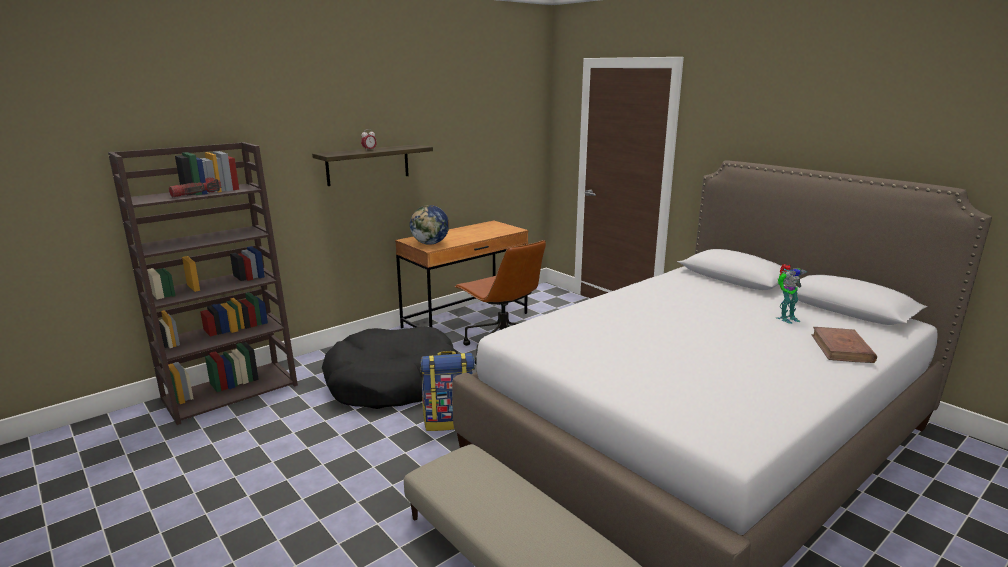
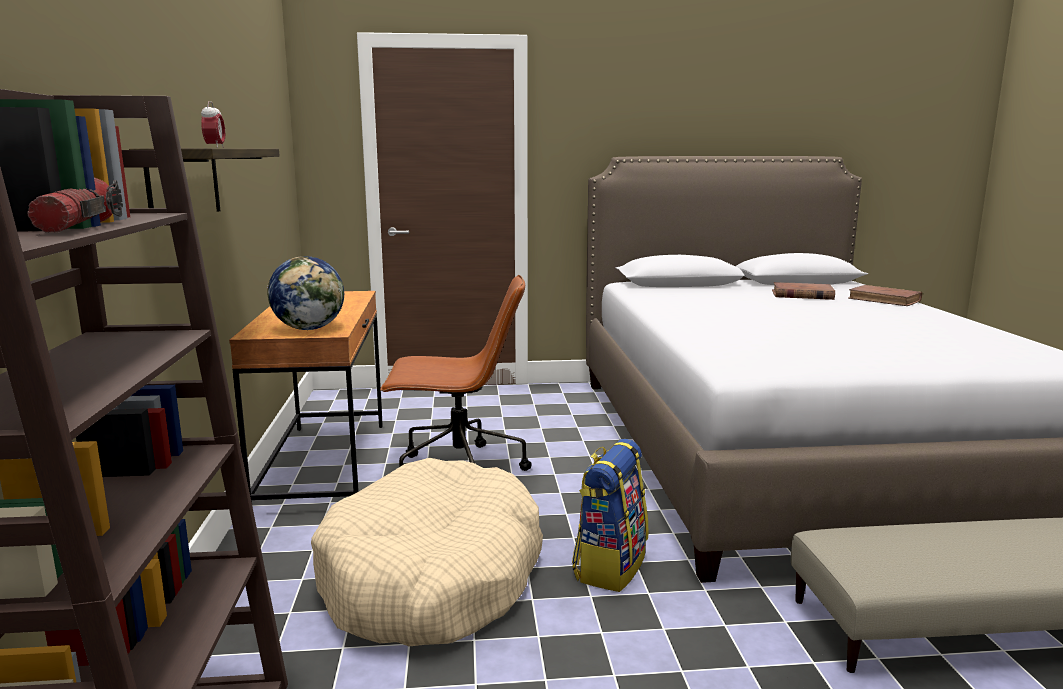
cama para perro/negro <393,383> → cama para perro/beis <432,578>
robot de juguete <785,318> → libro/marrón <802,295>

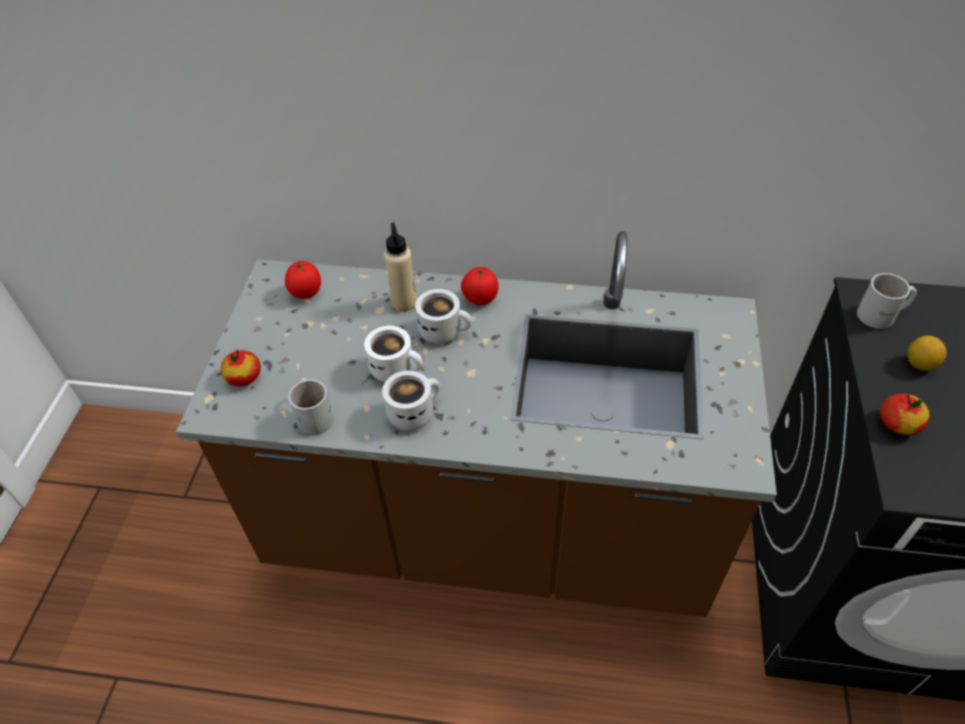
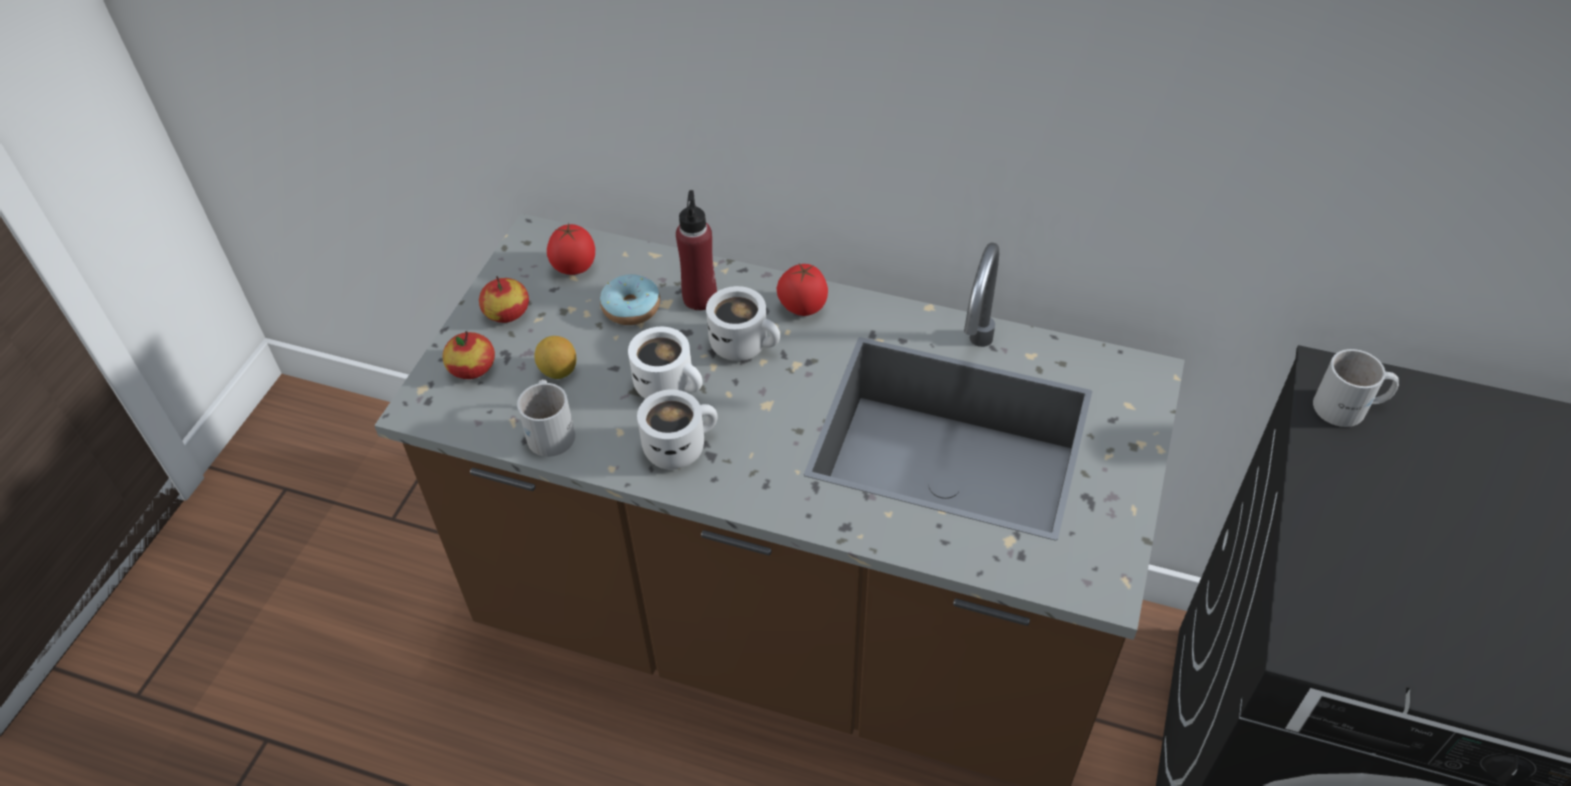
botella/beis <404,302> → botella/rojo <700,298>
manzana <898,424> → manzana <507,312>, move
limón <919,364> → limón <558,371>, move
- → rosquilla <631,308>

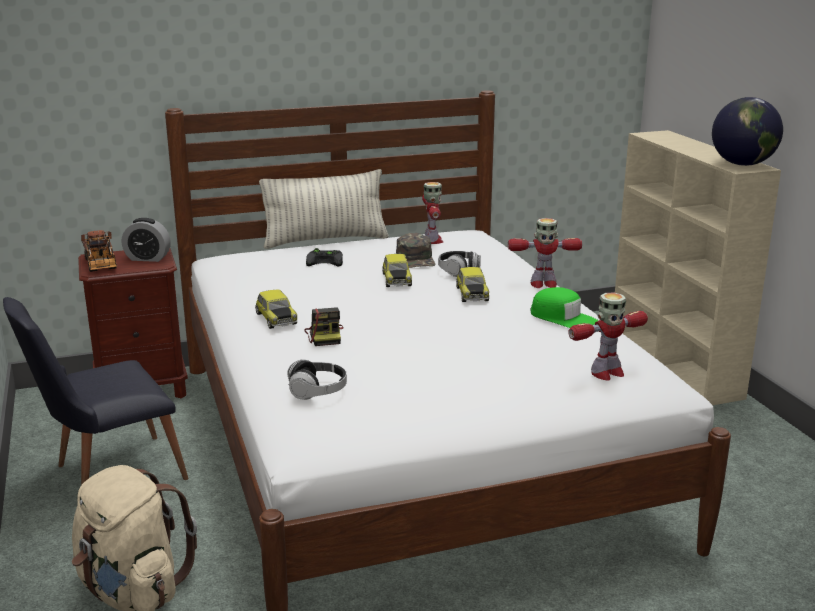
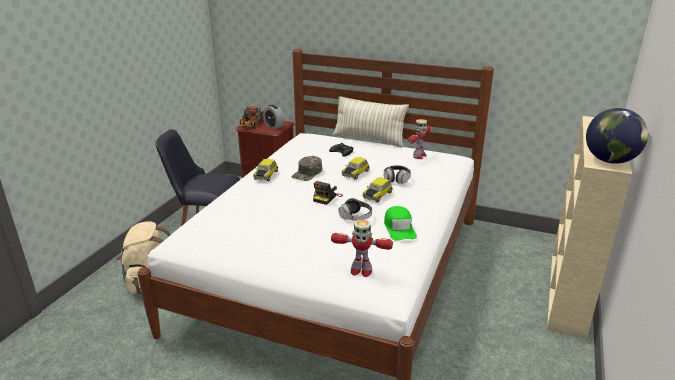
auriculares <317,391> → auriculares <356,217>, move
cámara <325,336> → cámara <327,198>, move
gorra/verde <416,259> → gorra/verde <307,173>, move
robot de juguete <543,284> → -

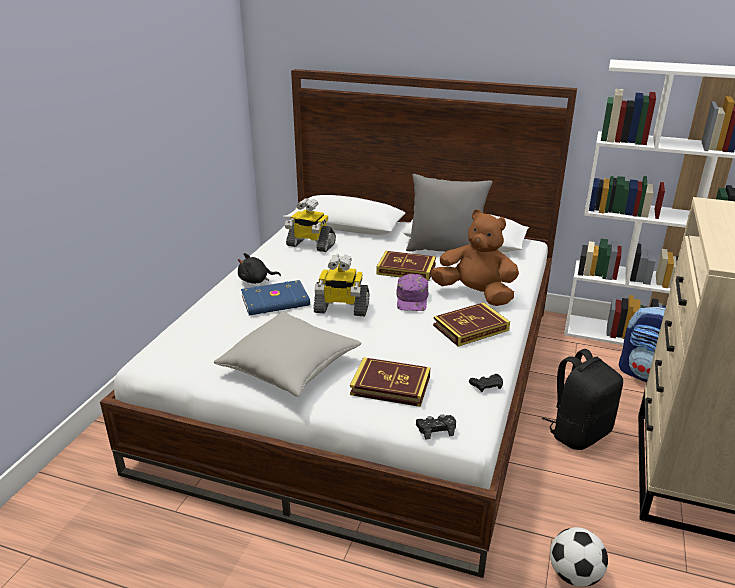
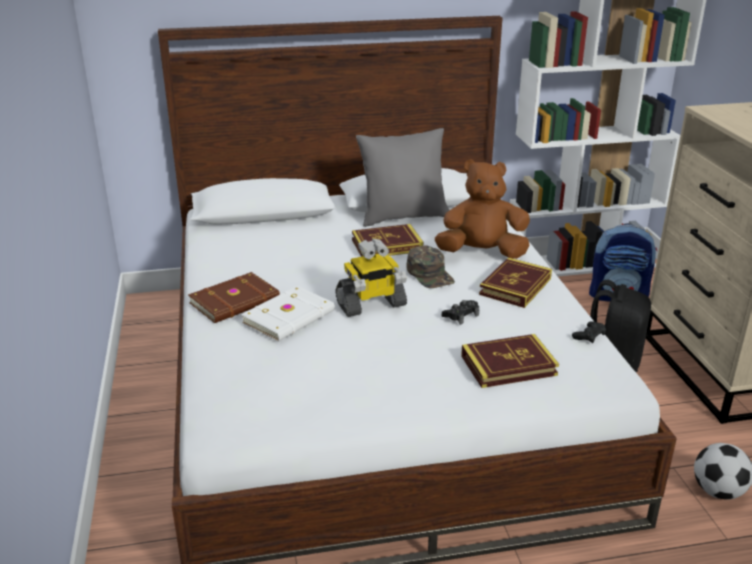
cojín/gris <290,367> → -
peluche/negro <256,280> → libro/marrón <236,301>
libro/azul <276,301> → libro/blanco <290,317>
robot de juguete <310,245> → -
gorra/morado <412,299> → gorra/verde <430,274>
mando de consola/negro <436,429> → mando de consola/negro <461,315>, move

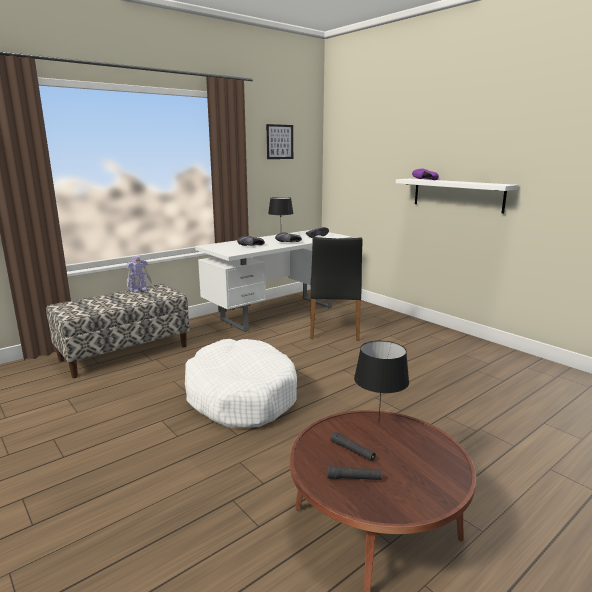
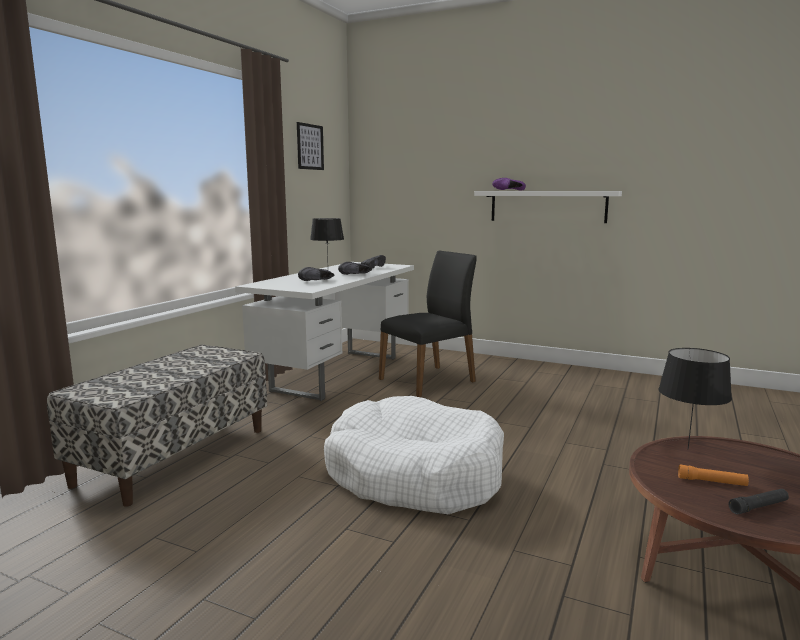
robot de juguete <139,290> → -
silla/negro <334,329> → silla/negro <429,380>, 105 degrees counterclockwise
linterna/negro <352,451> → linterna/naranja <712,482>

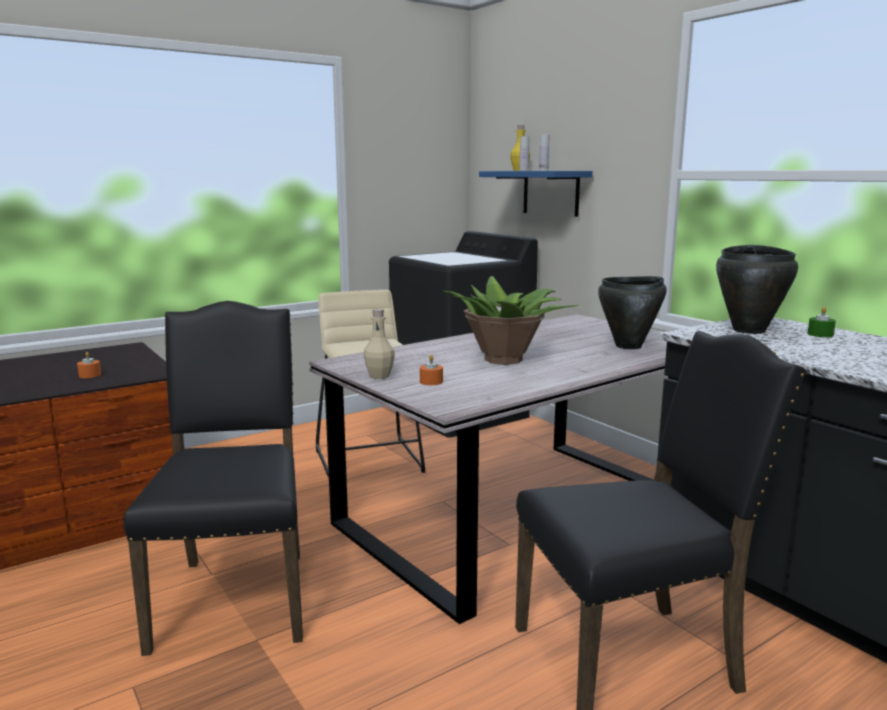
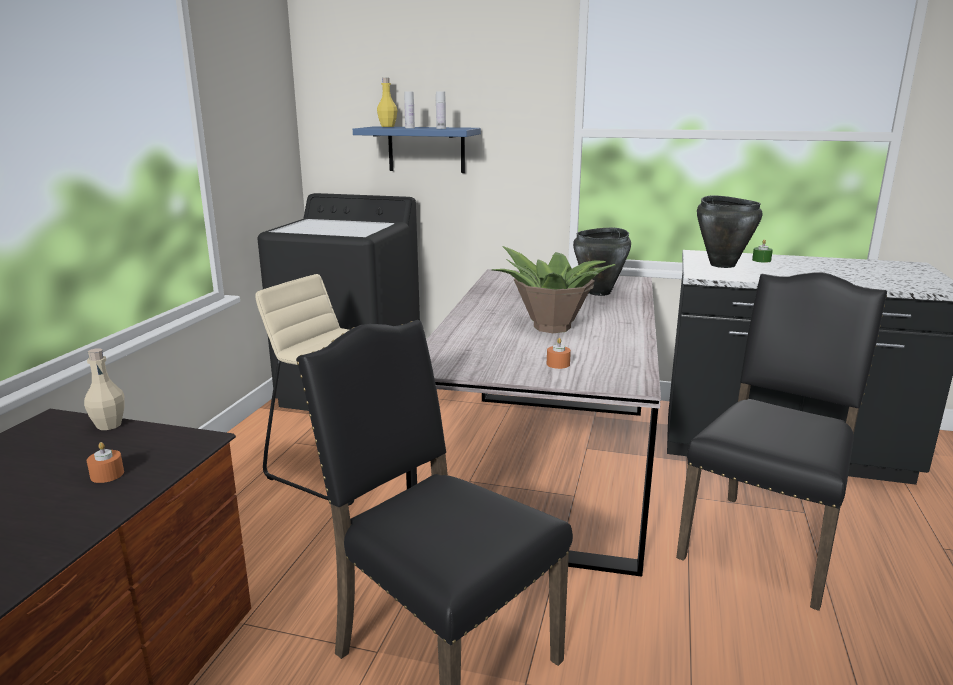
botella/beis <379,376> → botella/beis <109,425>, move

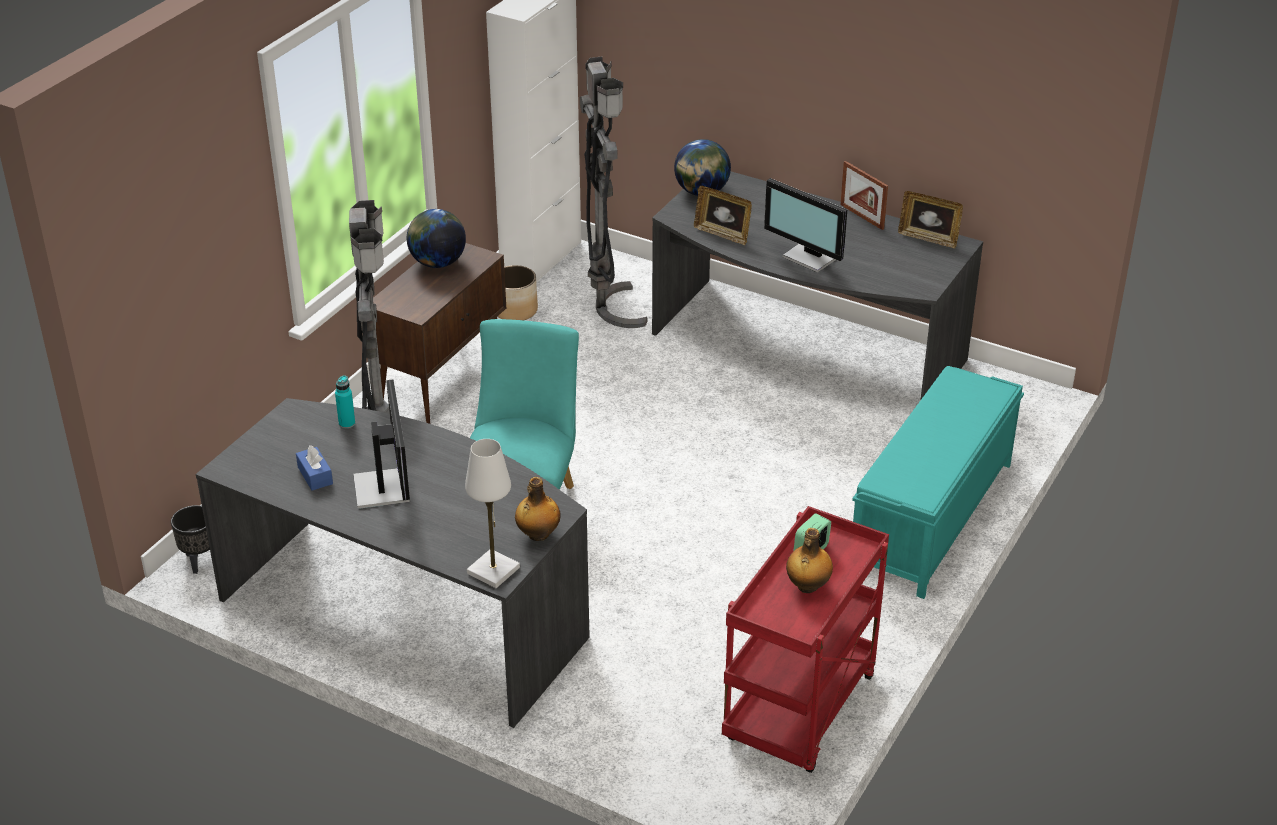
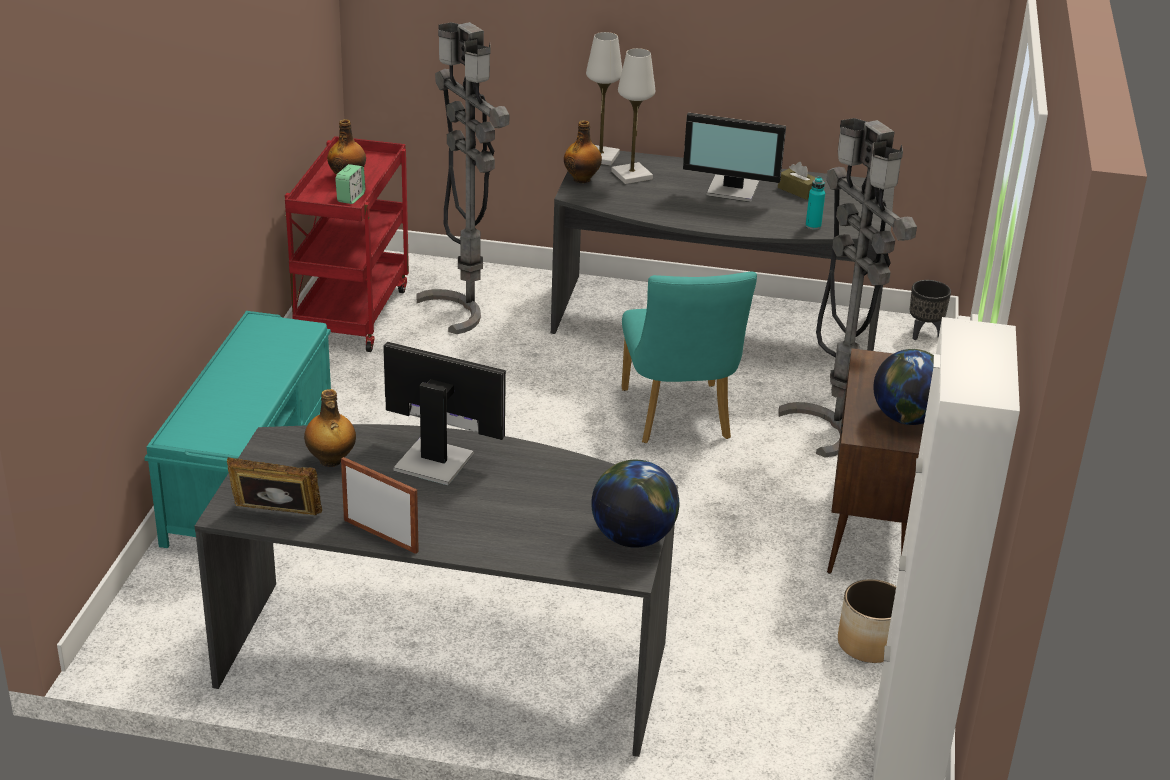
caja de pañuelos/azul <315,475> → caja de pañuelos/marrón <798,191>
monitor <384,488> → monitor <733,190>, 45 degrees counterclockwise
lámpara de pie/gris <606,310> → lámpara de pie/gris <465,308>, move
portarretratos <722,234> → -
- → botella <331,461>
- → lámpara de mesa/blanco <632,175>

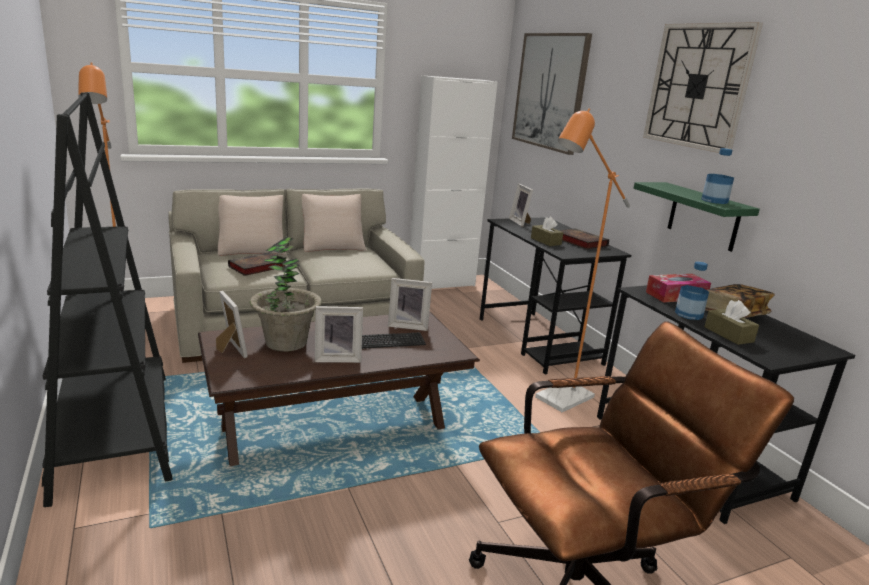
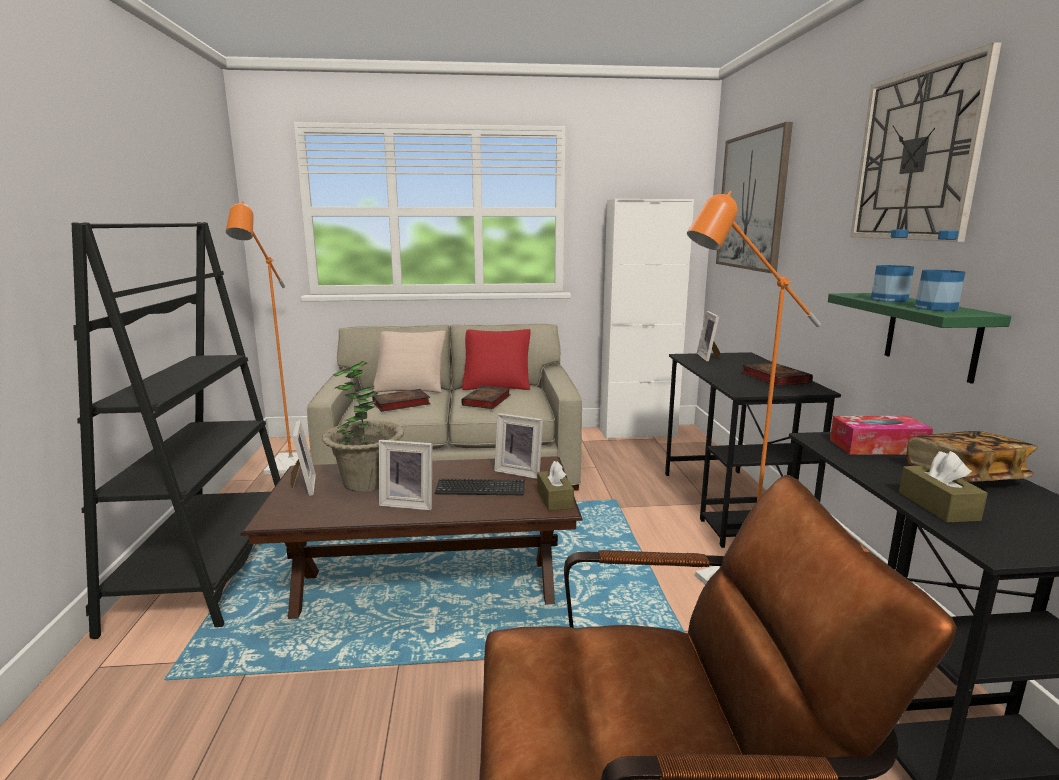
cojín/beis <332,246> → cojín/rojo <497,385>
caja de pañuelos/marrón <545,241> → caja de pañuelos/marrón <554,499>, move
botella <688,314> → botella <889,300>, move
- → libro <487,401>

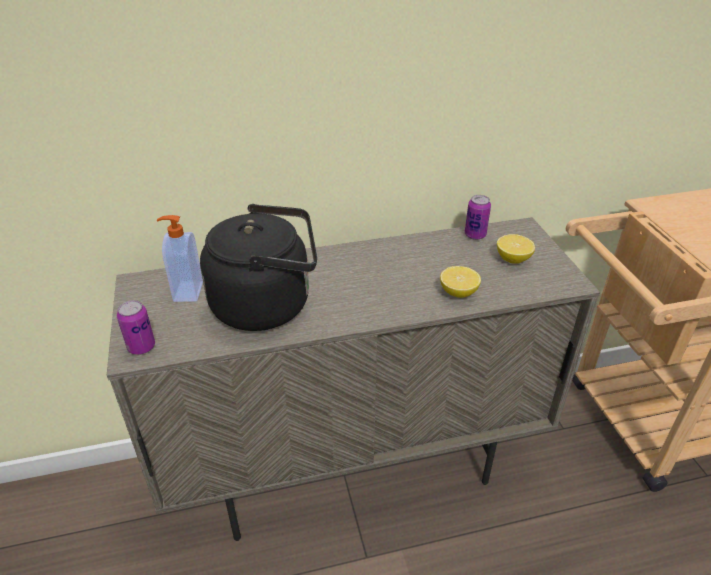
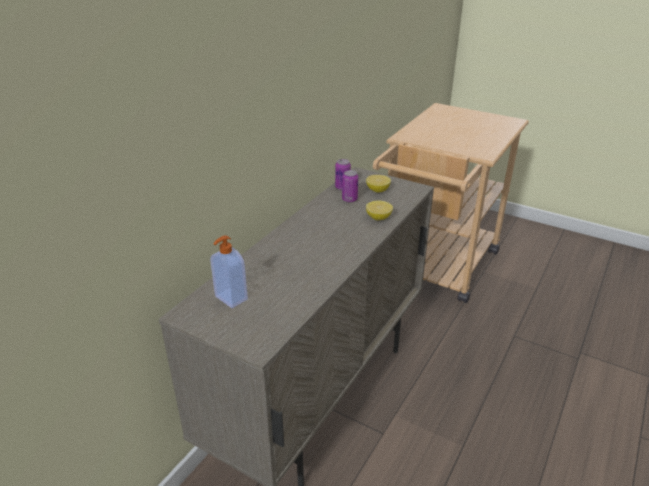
lata <141,347> → lata <349,199>, move
hervidor/negro <268,304> → -

